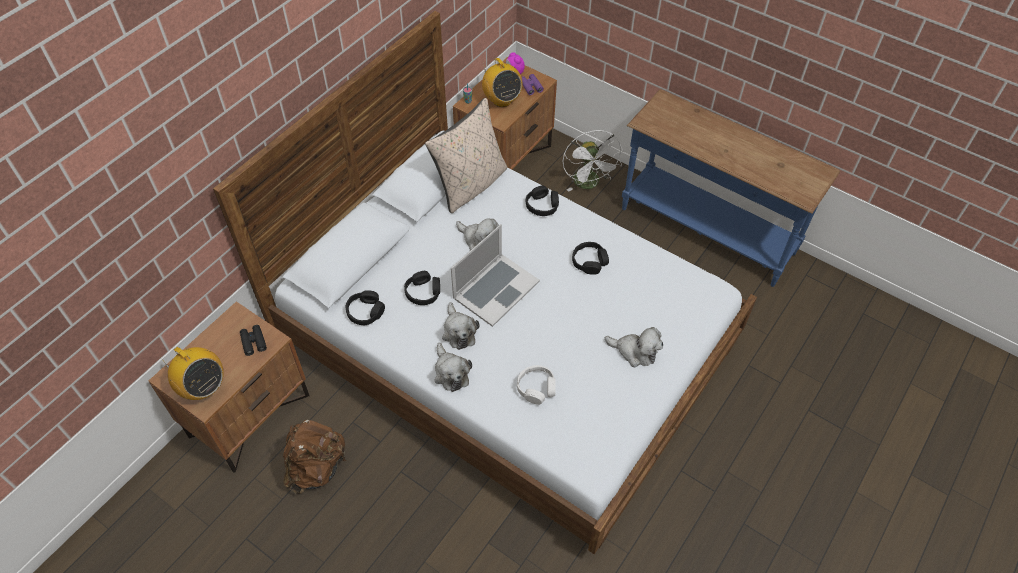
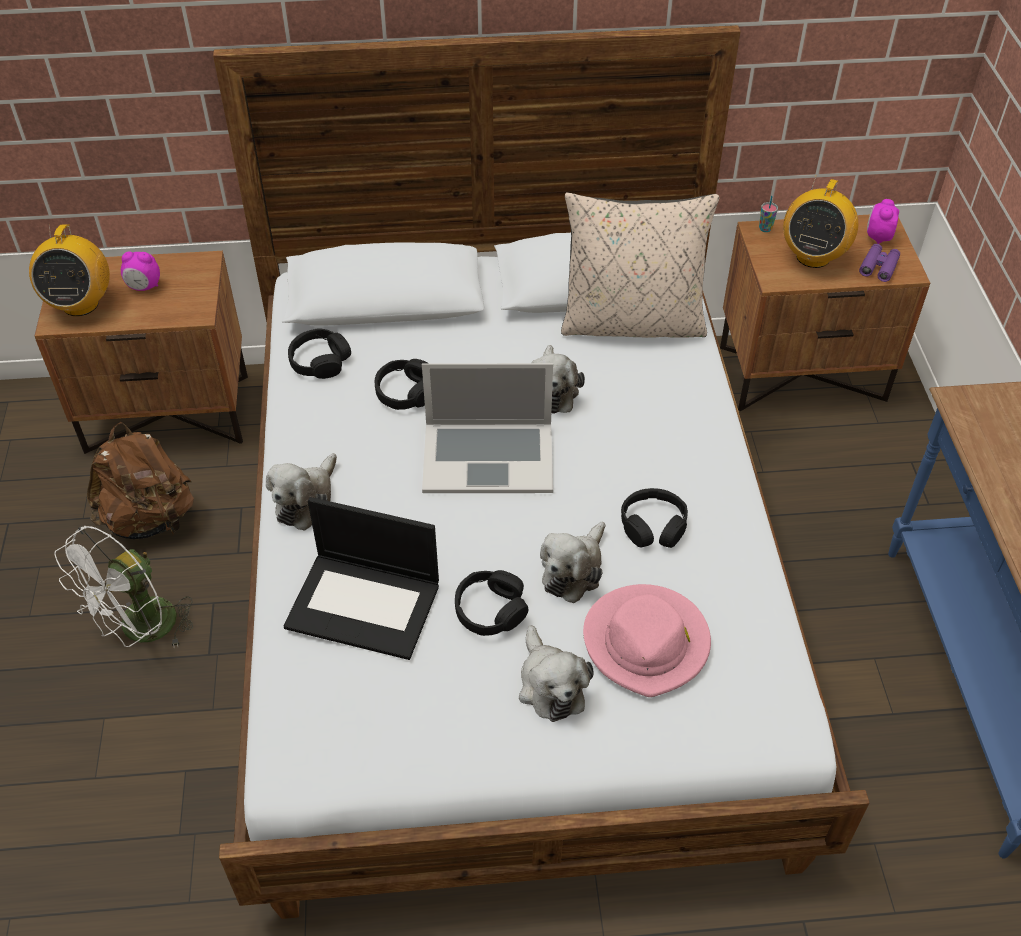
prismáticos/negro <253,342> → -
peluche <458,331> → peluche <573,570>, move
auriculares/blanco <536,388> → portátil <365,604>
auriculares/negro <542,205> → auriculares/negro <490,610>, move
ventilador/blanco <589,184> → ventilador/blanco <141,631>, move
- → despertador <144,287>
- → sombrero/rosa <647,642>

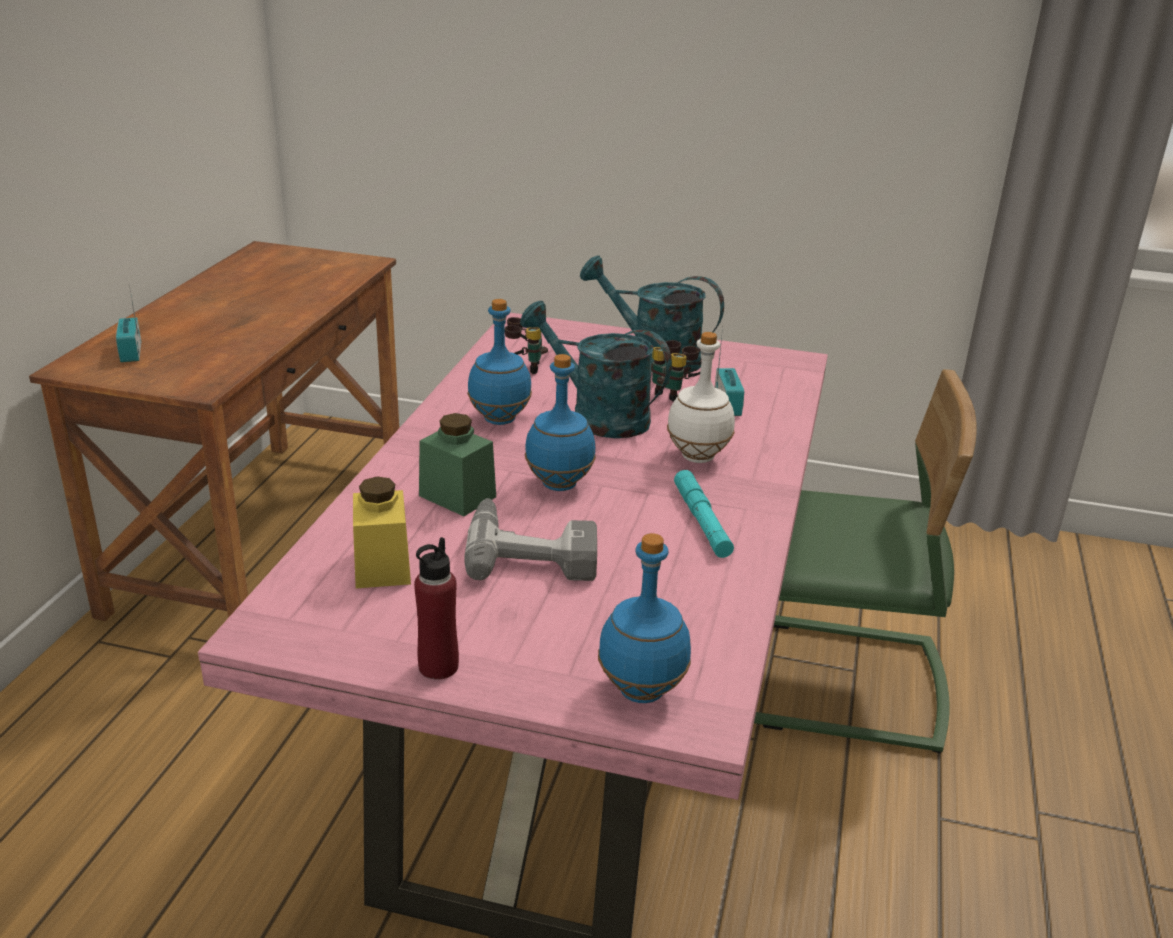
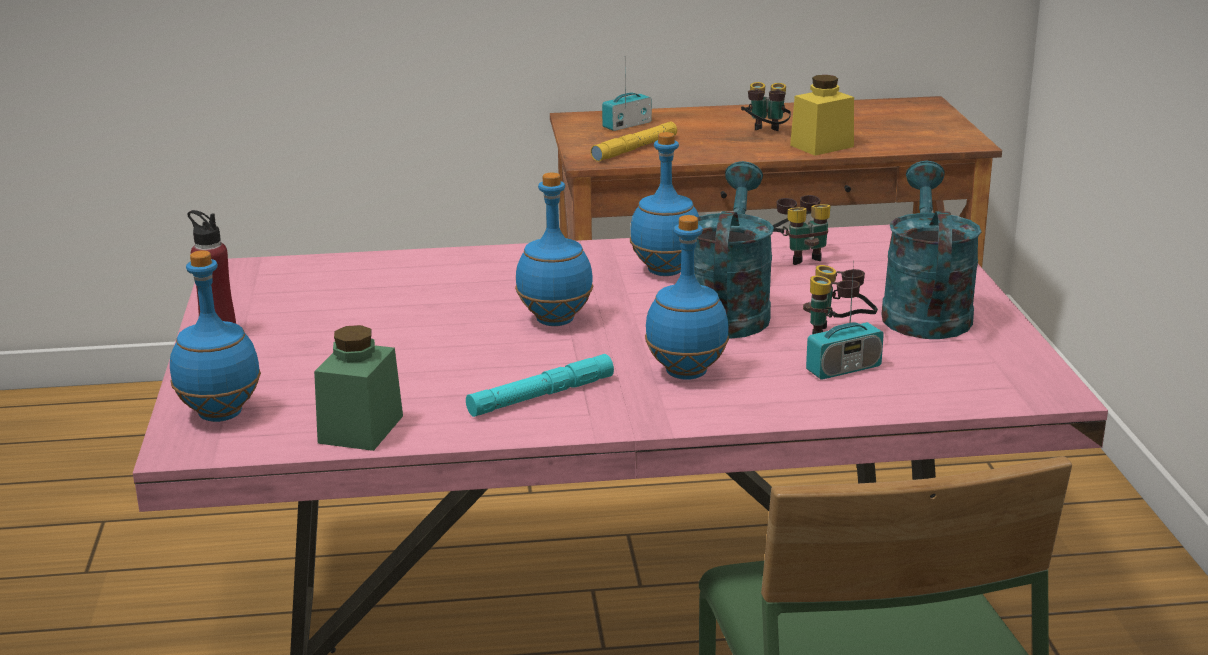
tarro/amarillo <382,567> → tarro/amarillo <821,146>, move
tarro/verde <457,496> → tarro/verde <361,429>, move
taladro <531,550> → -
botella/blanco <697,456> → botella/azul <687,372>
- → linterna/amarillo <635,148>
- → prismáticos <765,134>

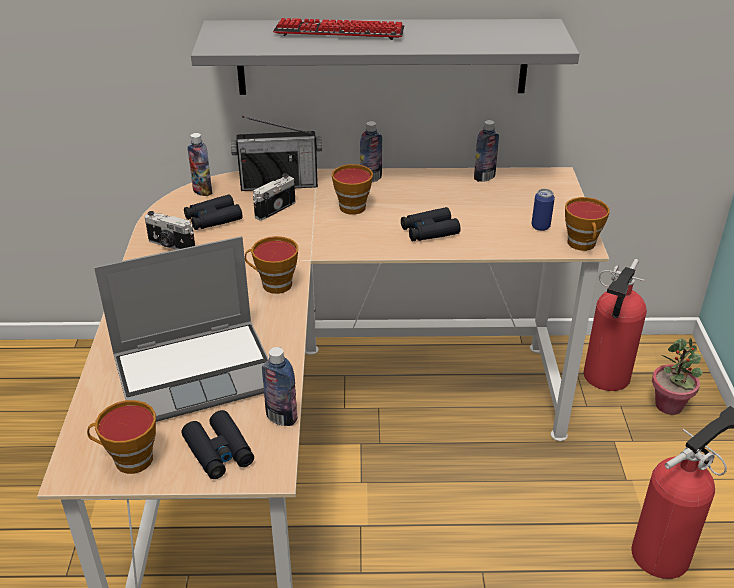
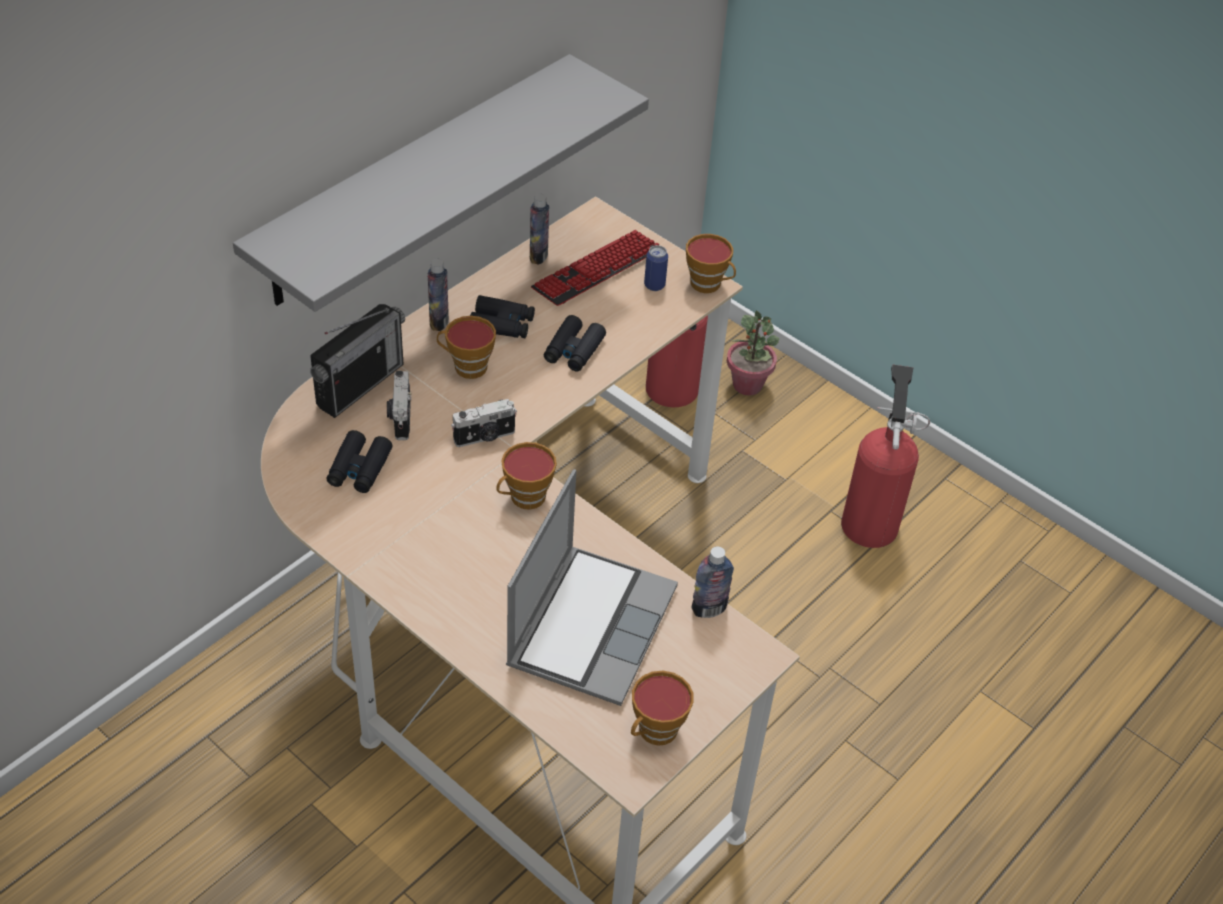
cámara <171,245> → cámara <485,437>, move
prismáticos/negro <219,452> → prismáticos/negro <502,324>, move
botella <202,191> → -
teclado <339,32> → teclado <597,270>, move

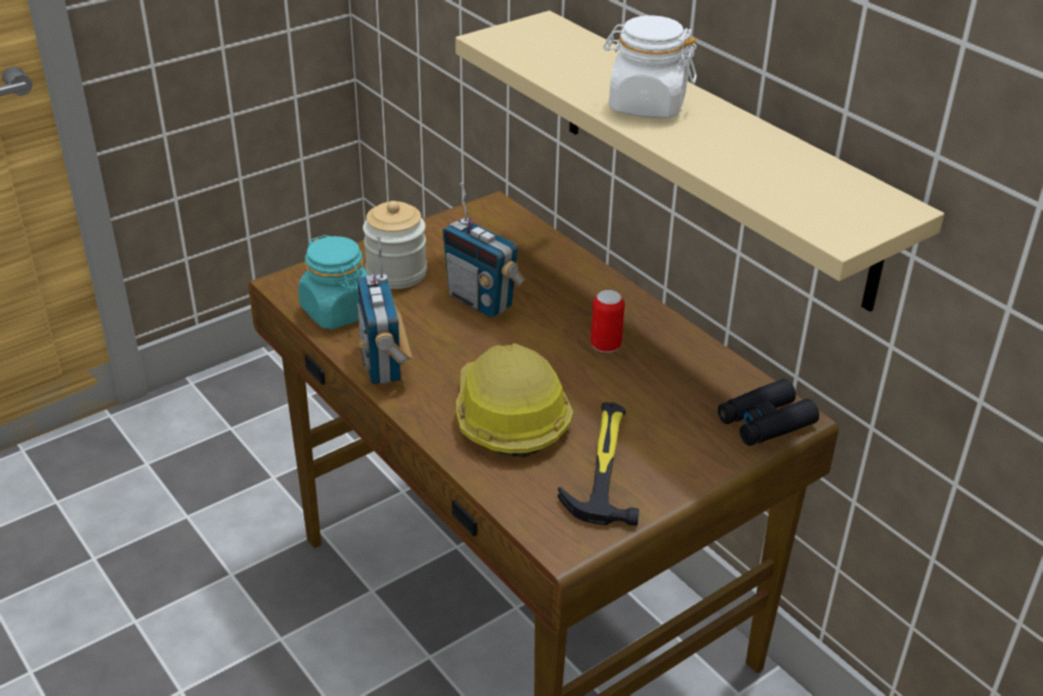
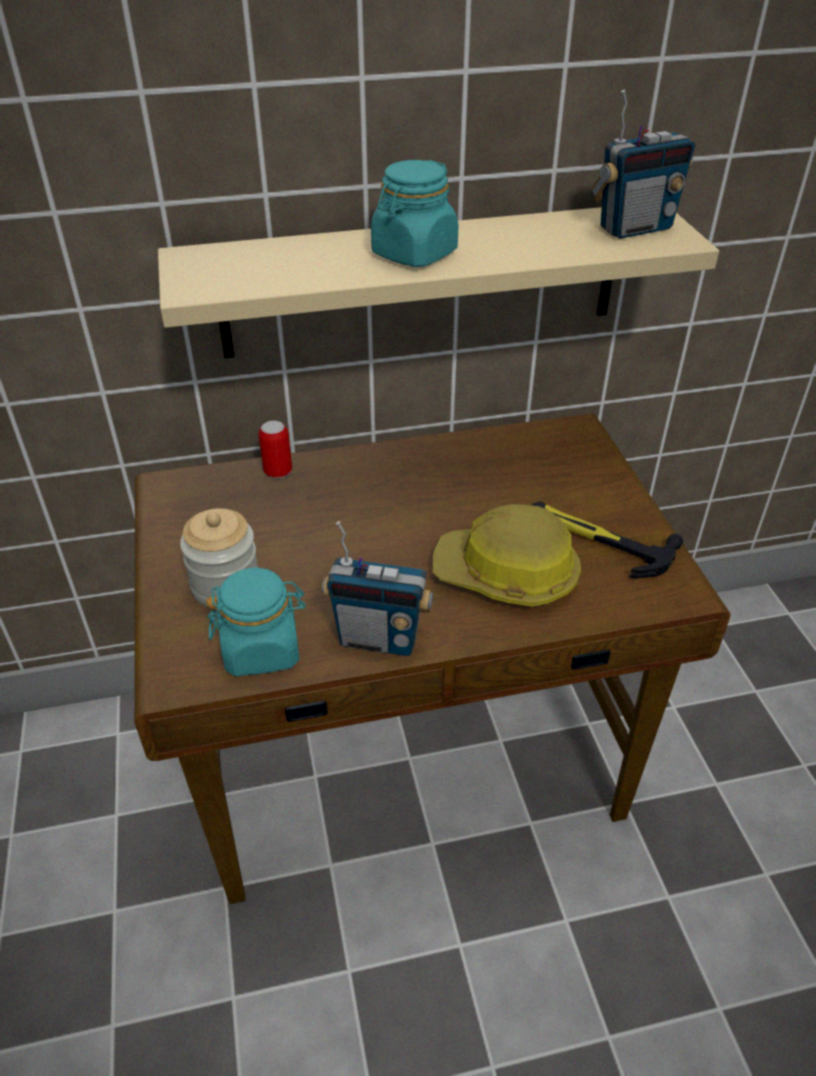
radio <481,301> → radio <634,228>, move
lata <605,346> → lata <278,472>, move
tarro/blanco <646,105> → tarro/turquesa <414,254>
prismáticos/negro <765,422> → -

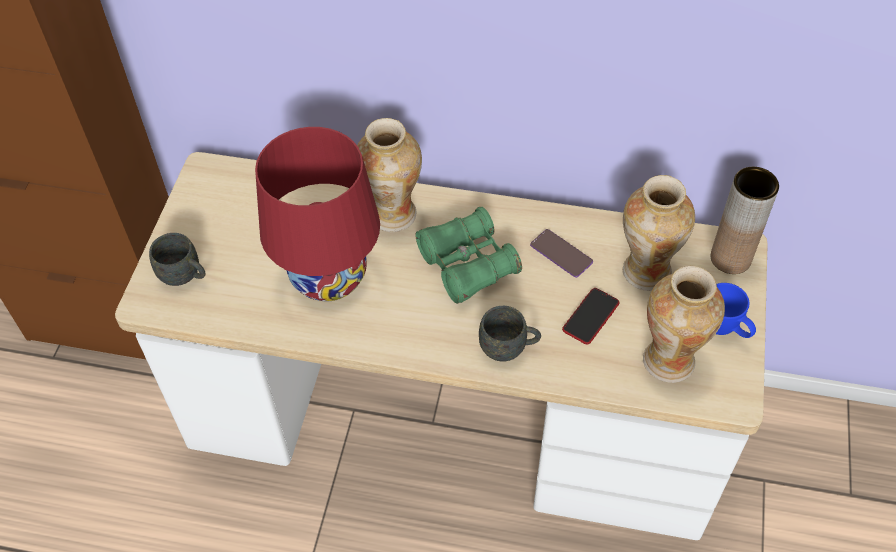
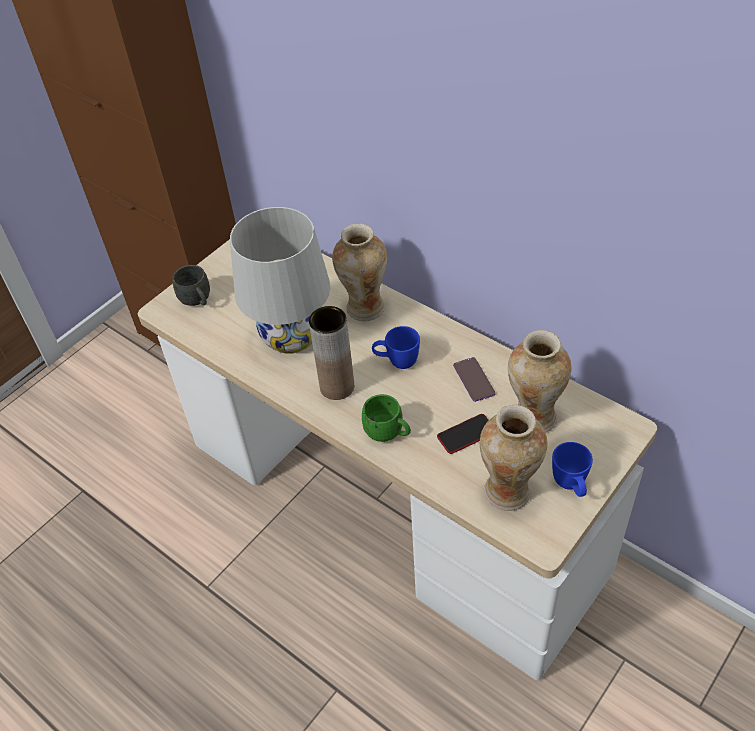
lámpara de mesa/rojo <329,278> → lámpara de mesa/blanco <291,336>
prismáticos/verde <467,264> → taza grande/azul <396,362>
taza grande/gris <509,347> → taza grande/verde <388,433>
florero/marrón <730,258> → florero/marrón <337,387>, move

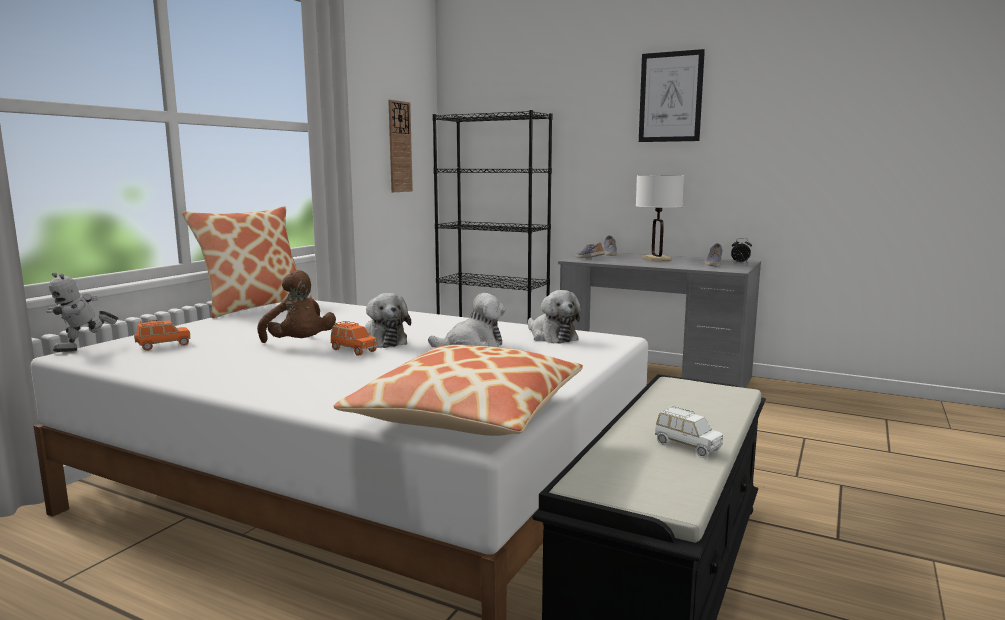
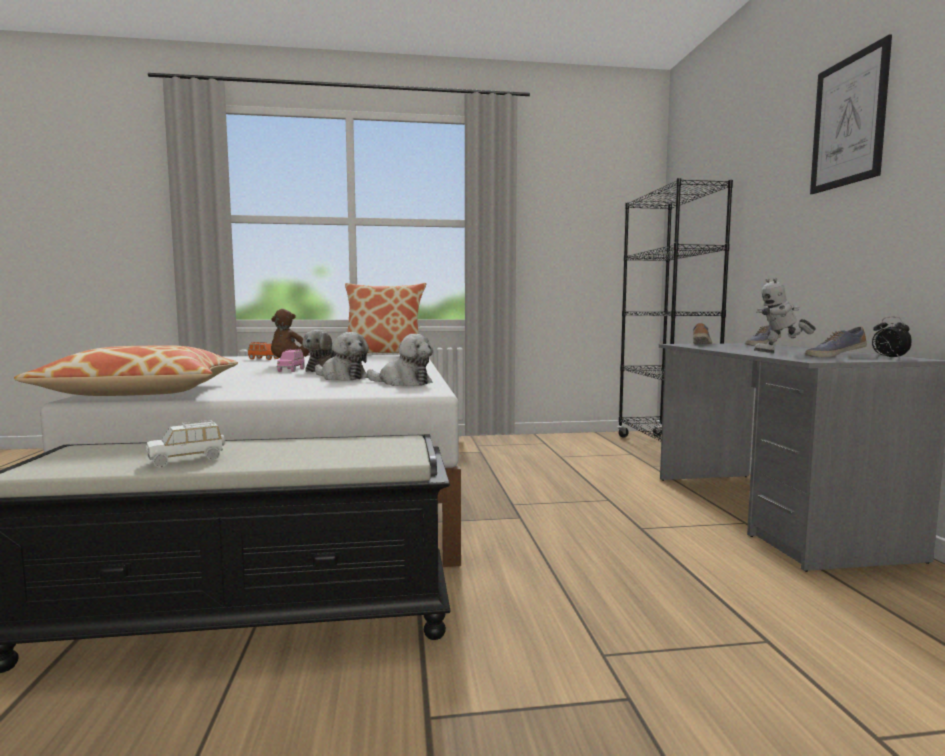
robot de juguete <85,349> → robot de juguete <780,353>, move
coche de juguete/naranja <353,350> → coche de juguete/rosa <291,370>
reloj de pared <399,147> → -
peluche <551,337> → peluche <403,383>, 90 degrees counterclockwise
lámpara de mesa/blanco <656,259> → -
coche de juguete/blanco <686,446> → coche de juguete/blanco <187,460>, 45 degrees clockwise

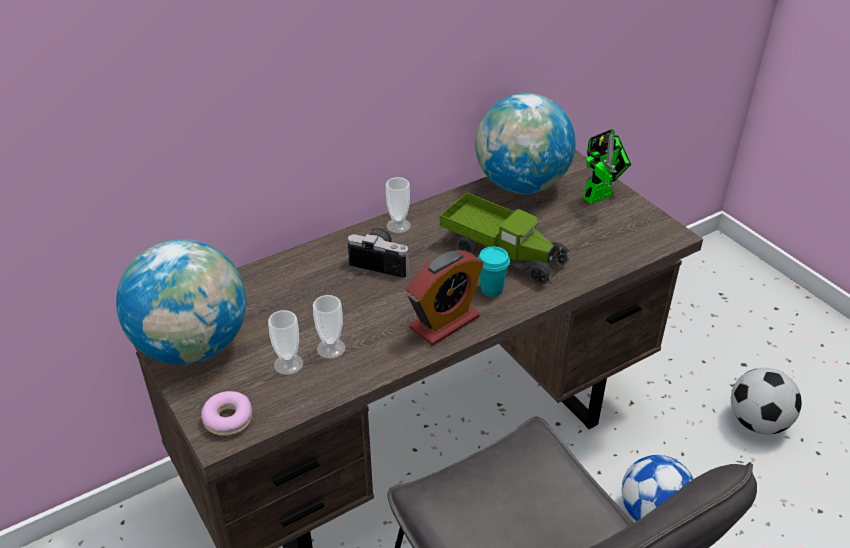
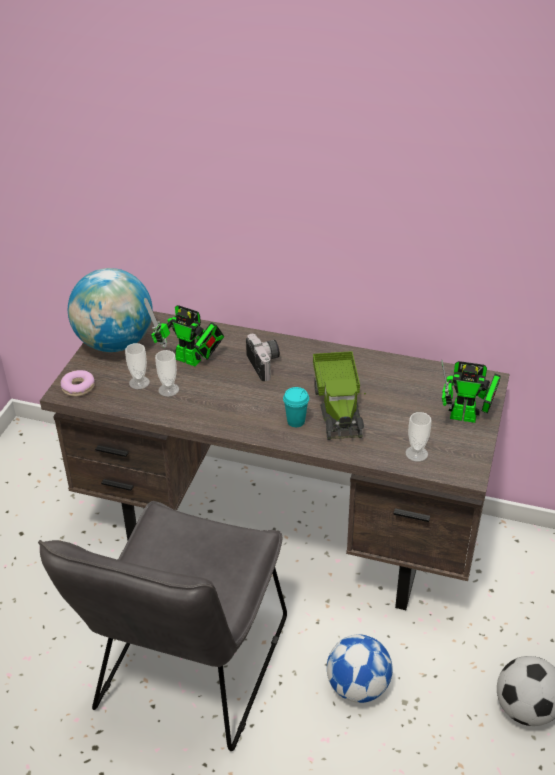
taza <398,226> → taza <416,453>, move
despertador <444,322> → -
globo terráqueo <521,185> → -
- → robot de juguete <192,361>

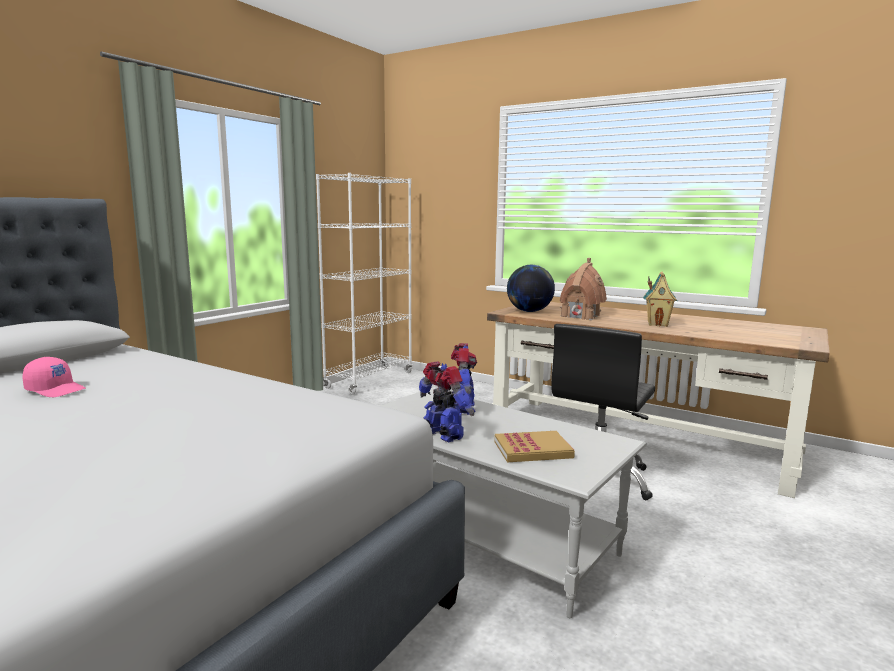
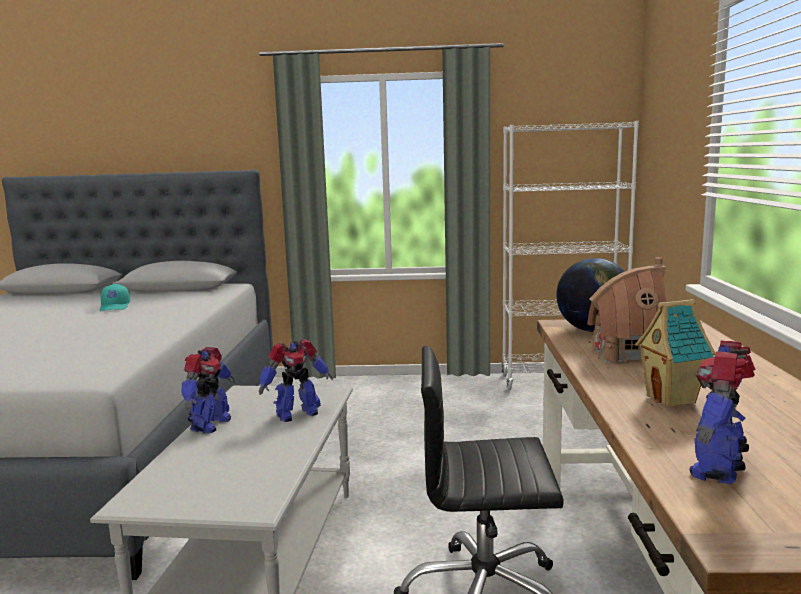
gorra/rosa <56,390> → gorra/turquesa <115,307>
libro <532,450> → -
- → robot de juguete <718,468>

